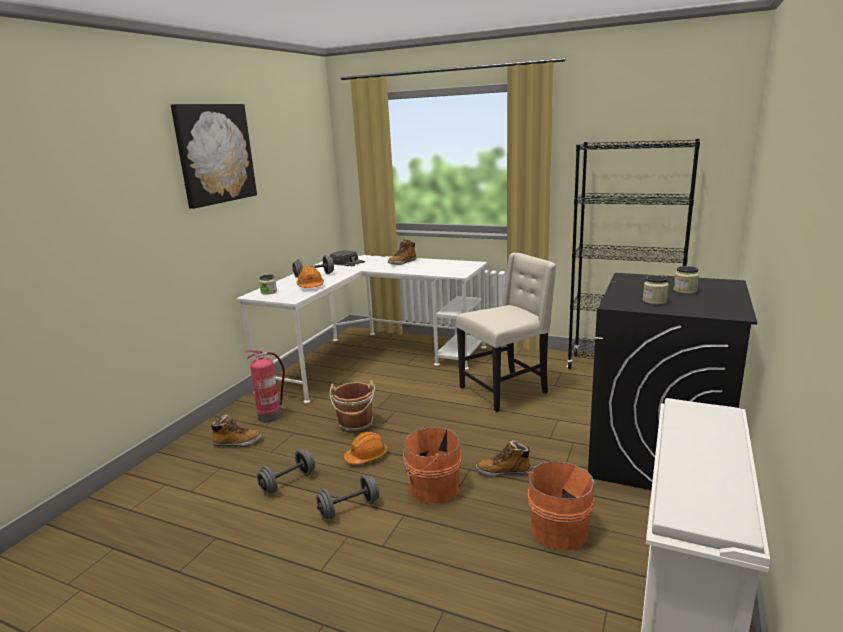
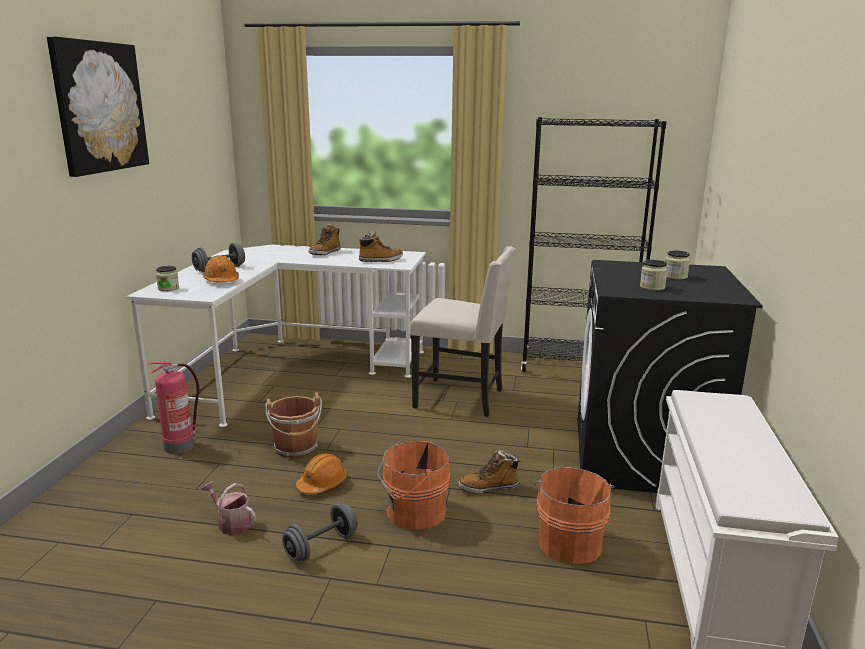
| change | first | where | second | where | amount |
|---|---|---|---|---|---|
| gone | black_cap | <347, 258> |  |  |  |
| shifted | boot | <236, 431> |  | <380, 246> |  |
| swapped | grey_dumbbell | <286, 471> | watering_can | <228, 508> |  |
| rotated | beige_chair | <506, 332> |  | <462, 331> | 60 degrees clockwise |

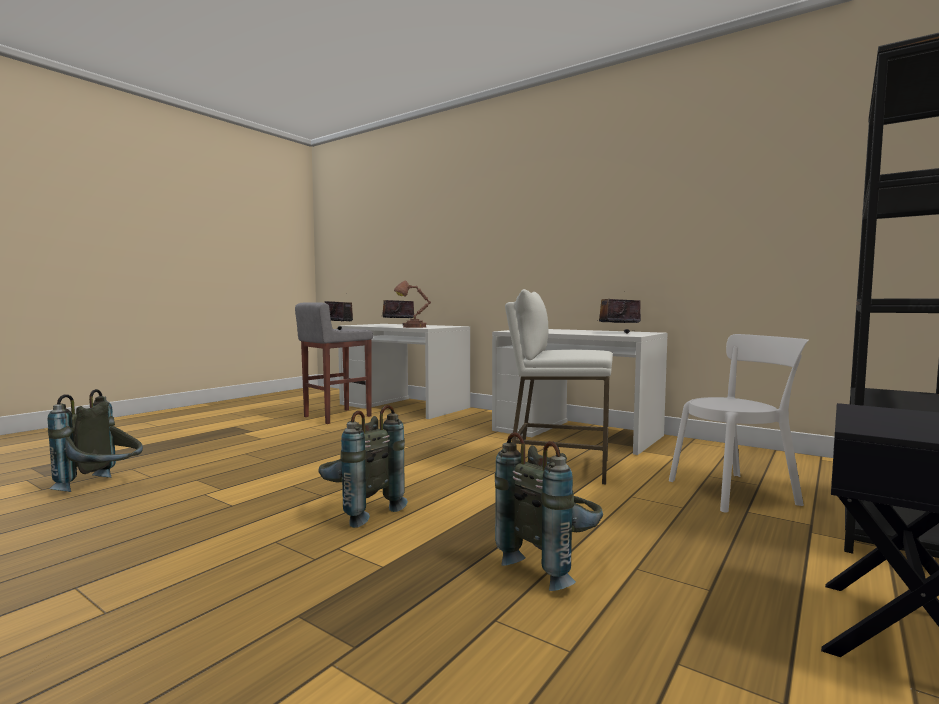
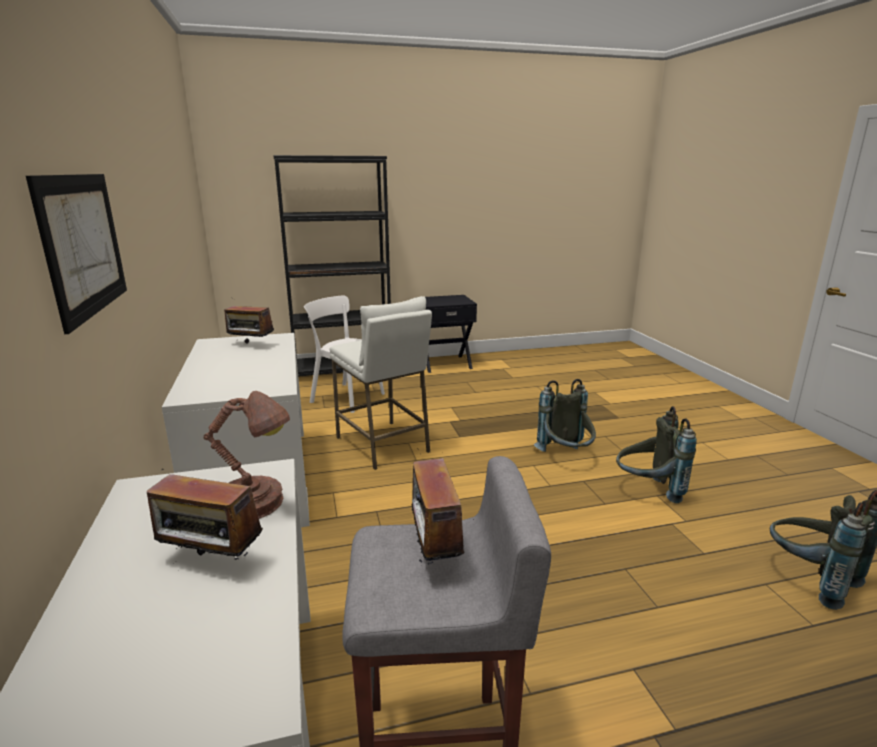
| change | first | where | second | where | amount |
|---|---|---|---|---|---|
| new |  |  | picture | <76, 254> |  |
| shifted | grey_backpack | <549, 511> |  | <656, 454> |  |

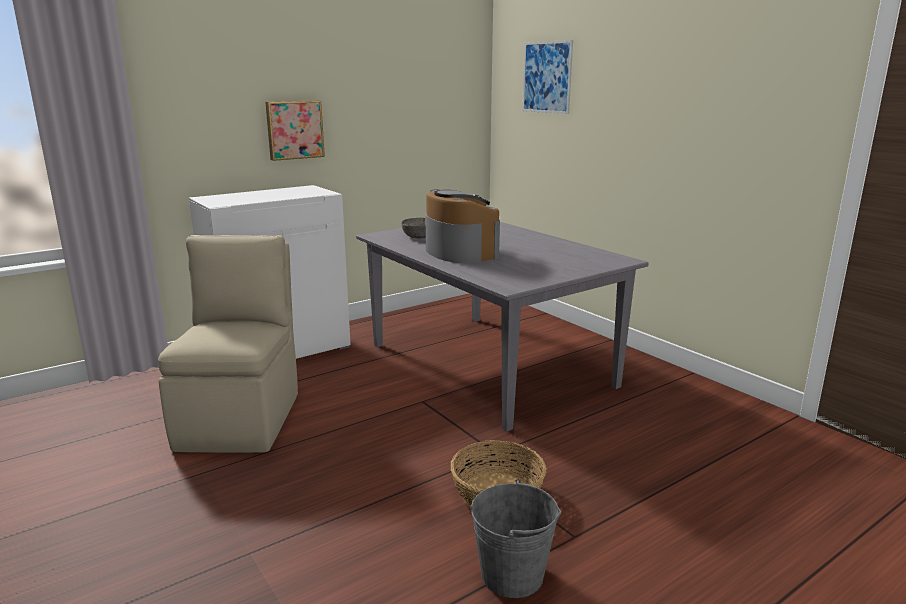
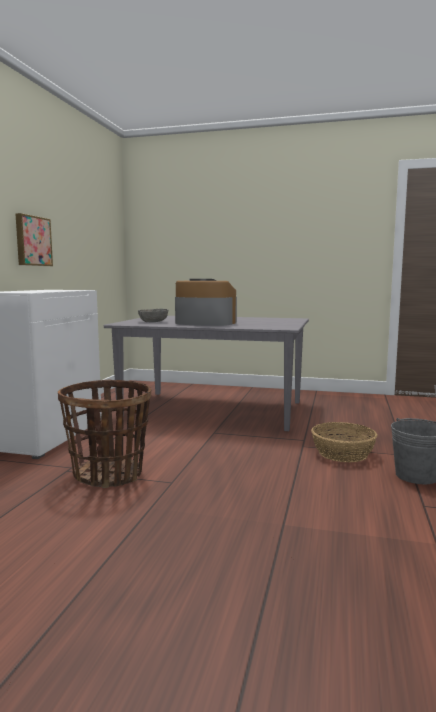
| change | first | where | second | where | amount |
|---|---|---|---|---|---|
| gone | picture | <547, 77> |  |  |  |
| swapped | beige_chair | <228, 344> | basket | <104, 433> |  |

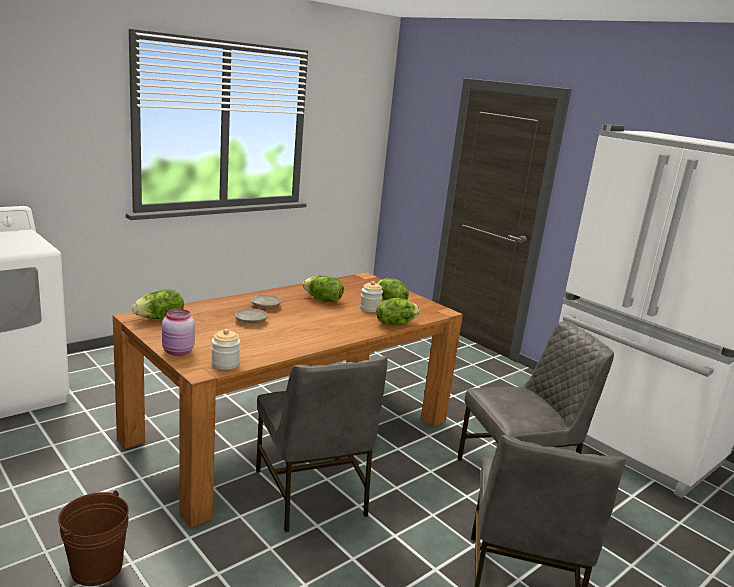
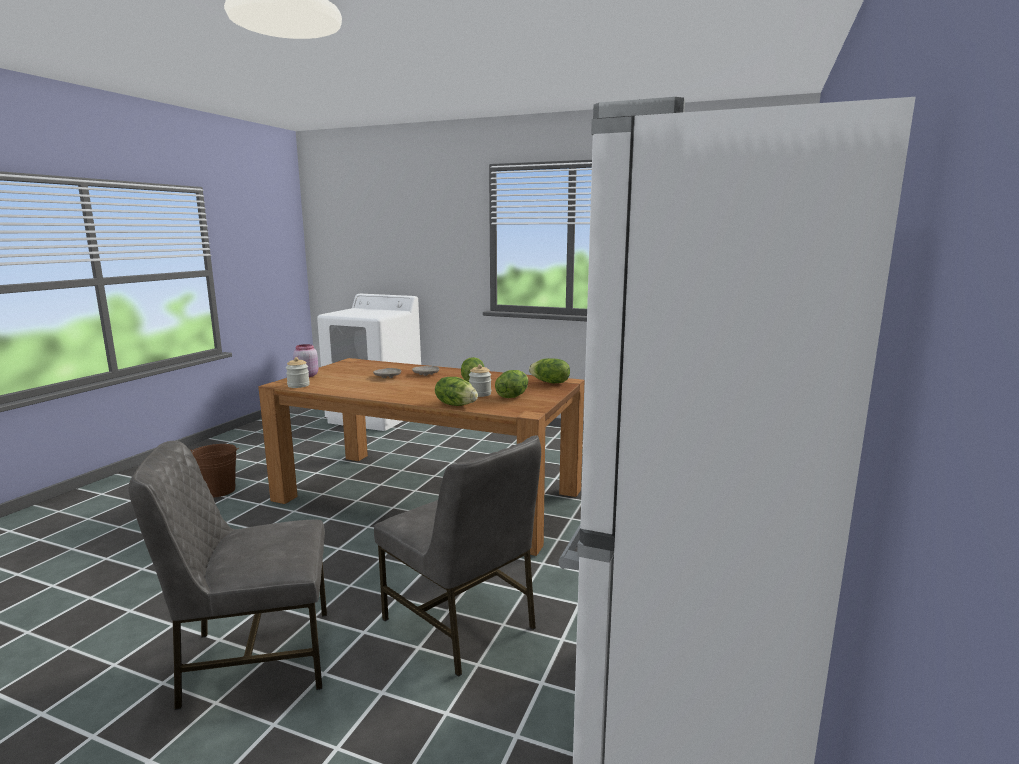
| change | first | where | second | where | amount |
|---|---|---|---|---|---|
| gone | grey_chair | <322, 444> |  |  |  |
| shifted | lettuce | <158, 304> |  | <549, 370> |  |

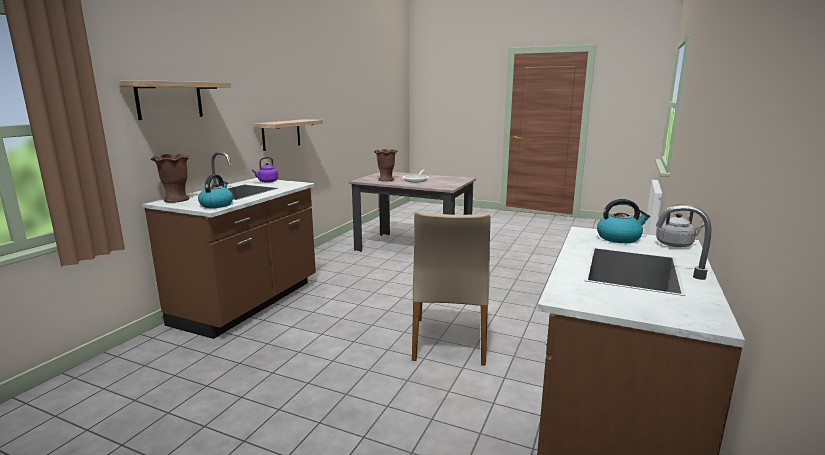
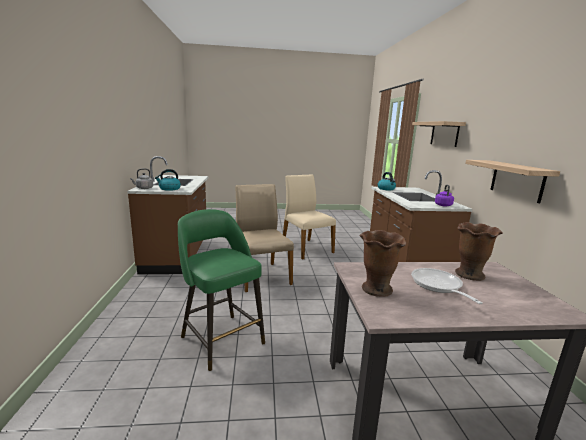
| change | first | where | second | where | amount |
|---|---|---|---|---|---|
| new |  |  | green_stool | <221, 290> |  |
| new |  |  | beige_chair | <309, 217> |  |
| shifted | brown_vase | <170, 178> |  | <382, 263> |  |

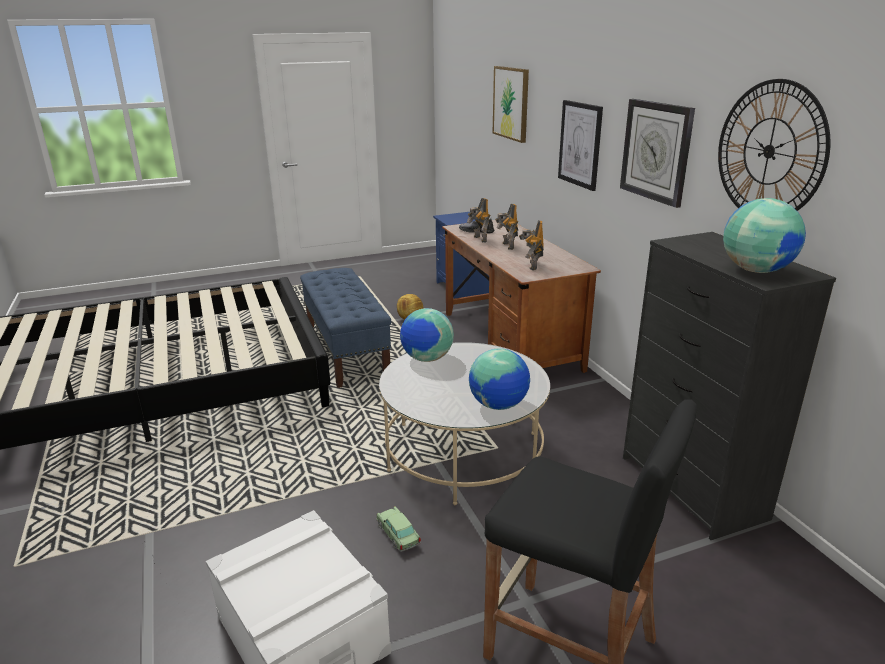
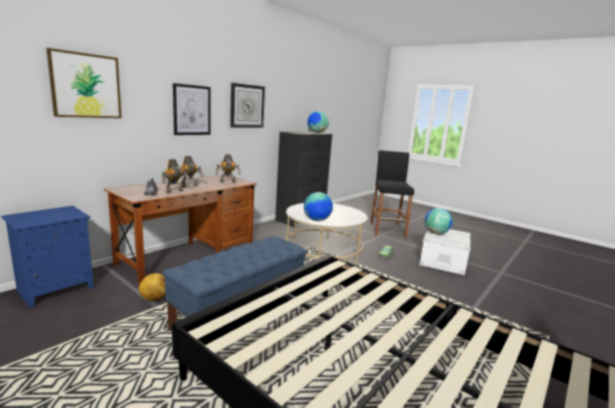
| change | first | where | second | where | amount |
|---|---|---|---|---|---|
| gone | wall_clock | <774, 145> |  |  |  |
| shifted | globe | <499, 379> |  | <439, 221> |  |

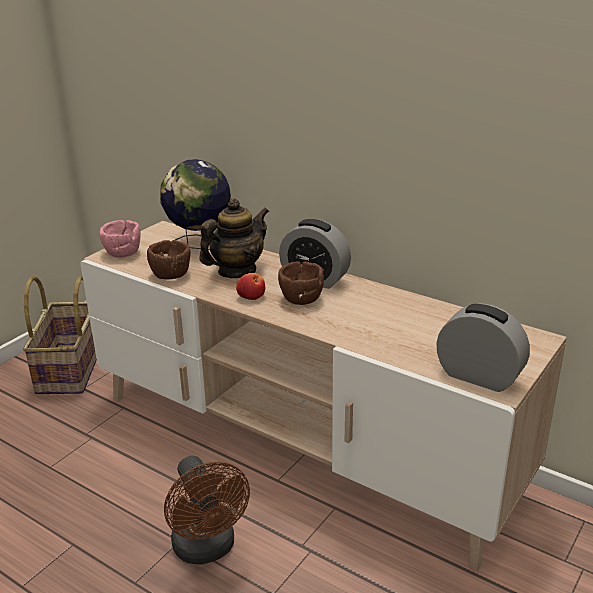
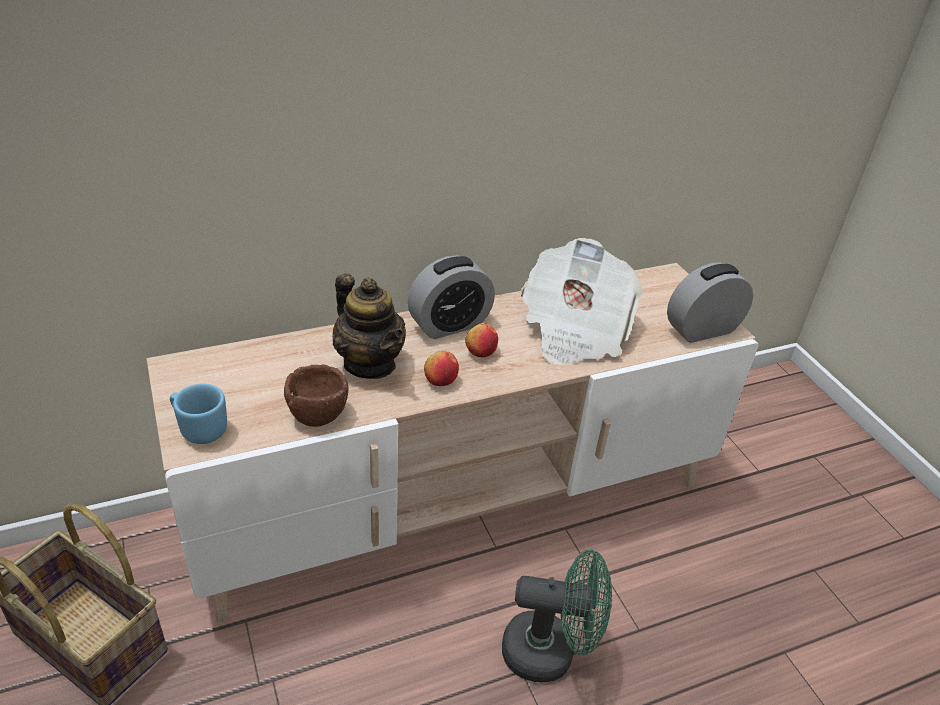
| change | first | where | second | where | amount |
|---|---|---|---|---|---|
| gone | globe | <195, 204> |  |  |  |
| new |  |  | newspaper | <582, 301> |  |
| swapped | pink_bowl | <120, 239> | blue_mug | <198, 414> |  |
| swapped | brown_bowl | <301, 283> | apple | <481, 340> |  |
| repainted | brown_fan | <207, 510> | green_fan | <557, 616> |  |
| rotated | teapot | <234, 238> |  | <369, 326> | 150 degrees clockwise |

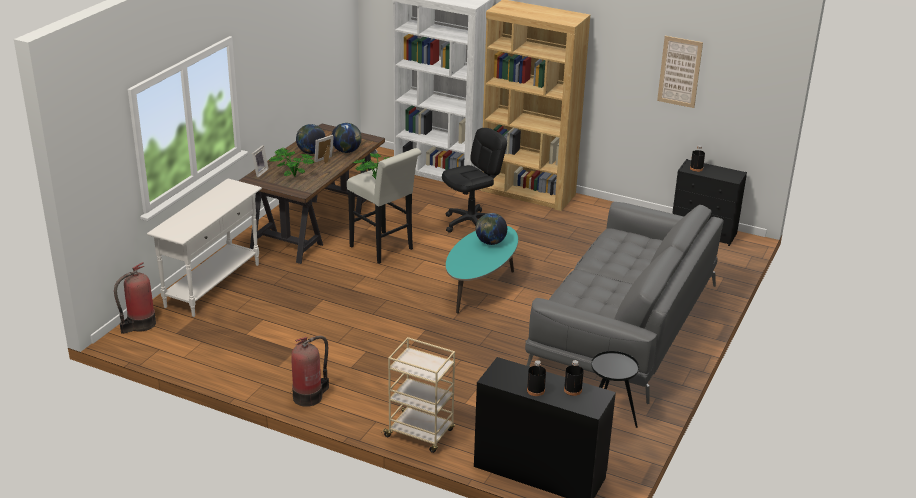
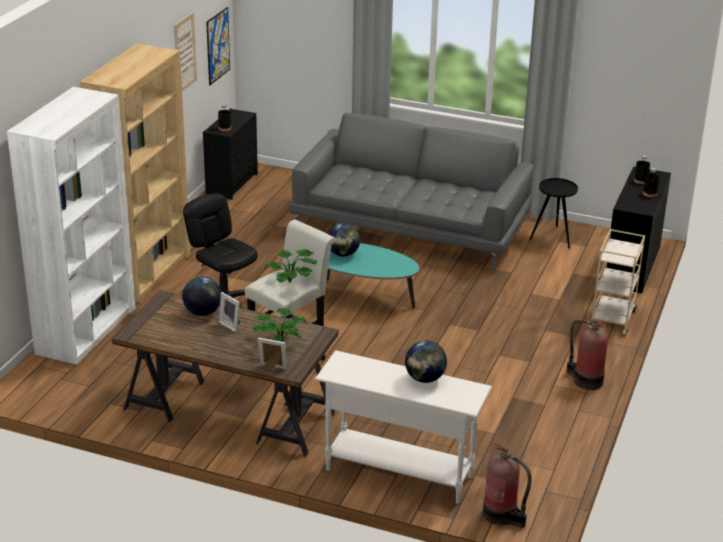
| change | first | where | second | where | amount |
|---|---|---|---|---|---|
| new |  |  | picture | <218, 46> |  |
| shifted | globe | <310, 139> |  | <426, 361> |  |

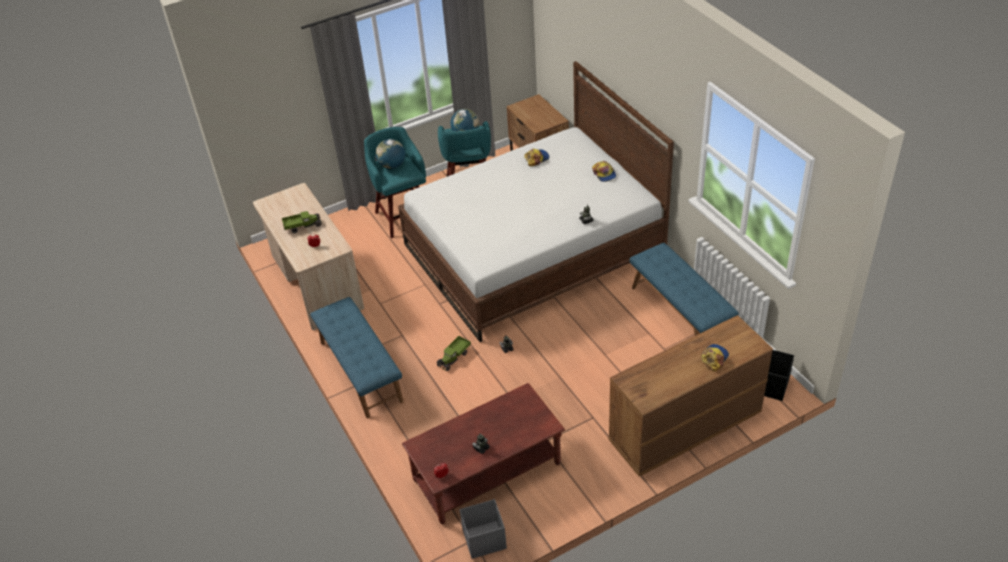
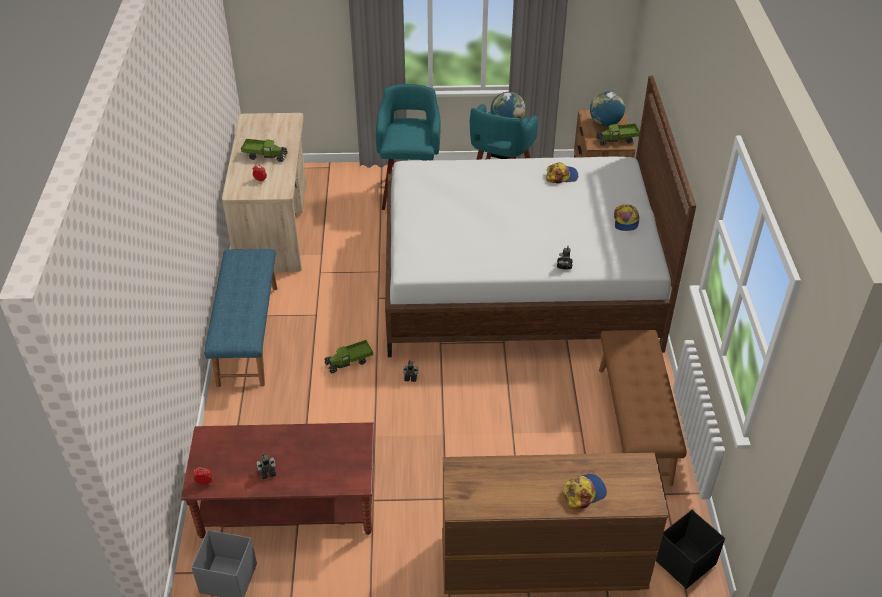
| change | first | where | second | where | amount |
|---|---|---|---|---|---|
| new |  |  | toy_truck | <618, 134> |  |
| shifted | globe | <390, 154> |  | <607, 108> |  |
| repainted | blue_bench | <684, 289> | brown_bench | <643, 408> |  |

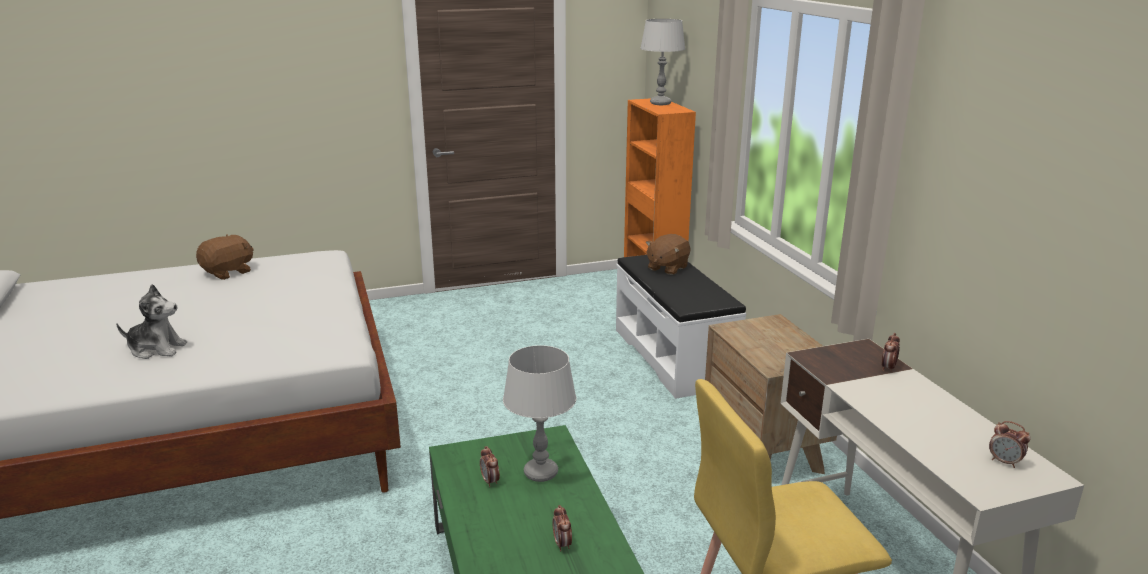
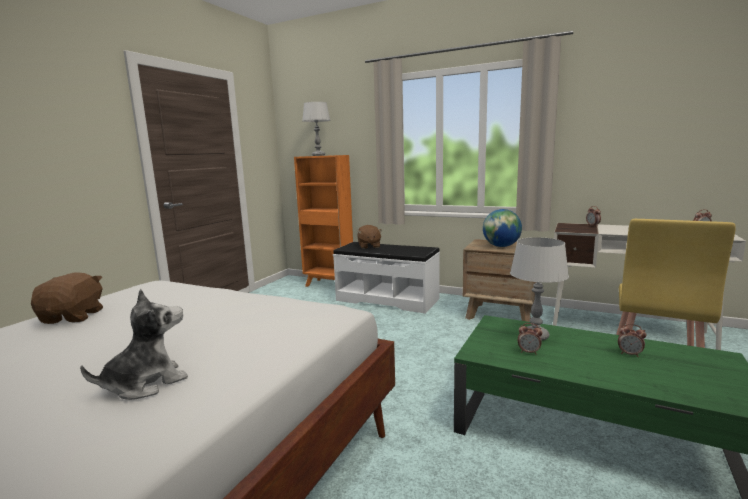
| change | first | where | second | where | amount |
|---|---|---|---|---|---|
| new |  |  | globe | <502, 228> |  |

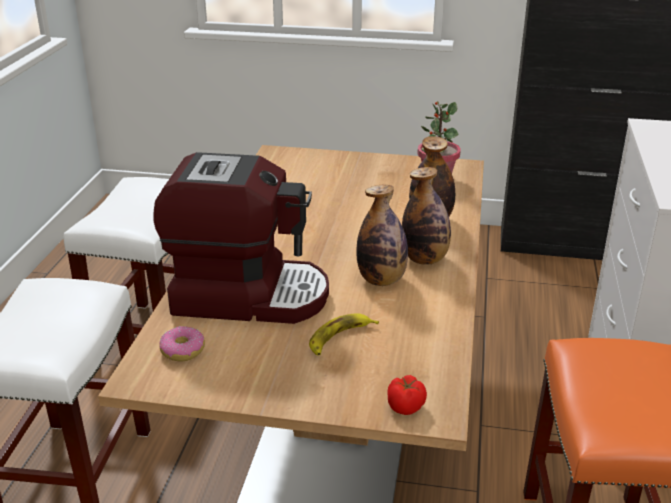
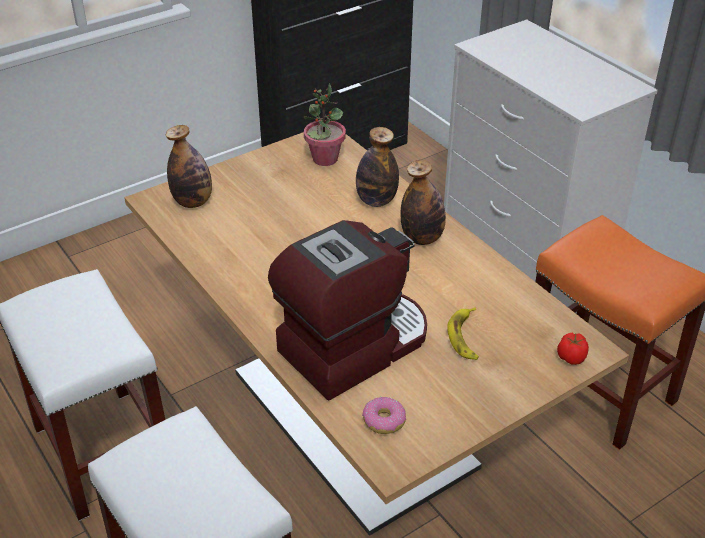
| change | first | where | second | where | amount |
|---|---|---|---|---|---|
| shifted | bottle | <382, 235> |  | <188, 166> |  |

